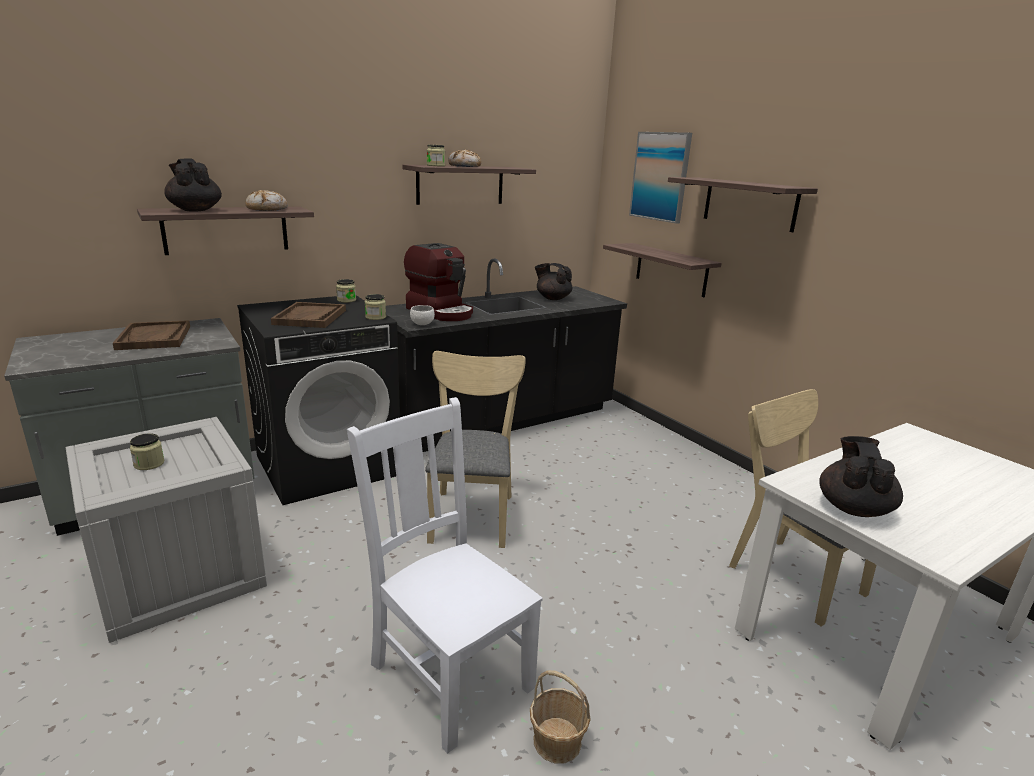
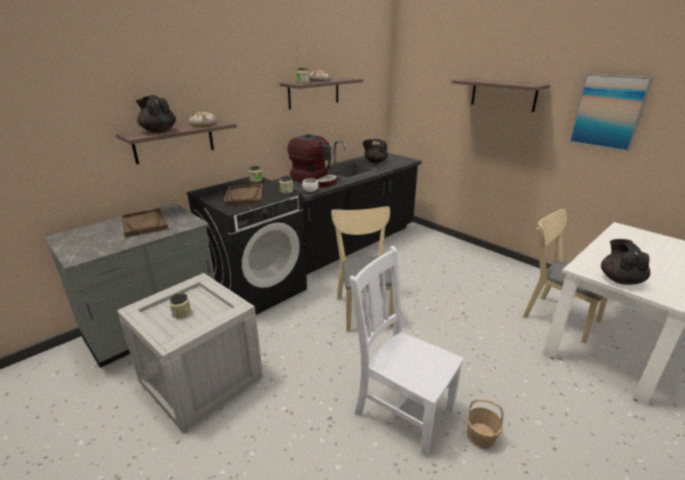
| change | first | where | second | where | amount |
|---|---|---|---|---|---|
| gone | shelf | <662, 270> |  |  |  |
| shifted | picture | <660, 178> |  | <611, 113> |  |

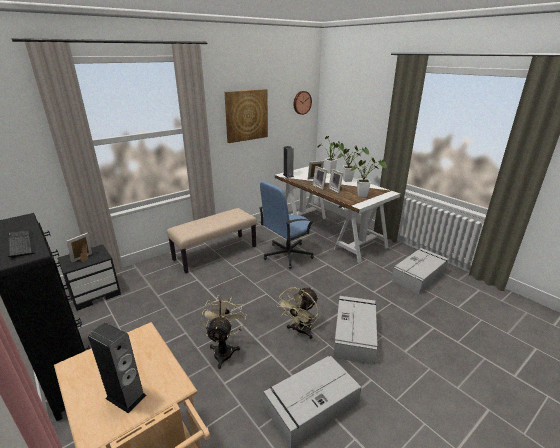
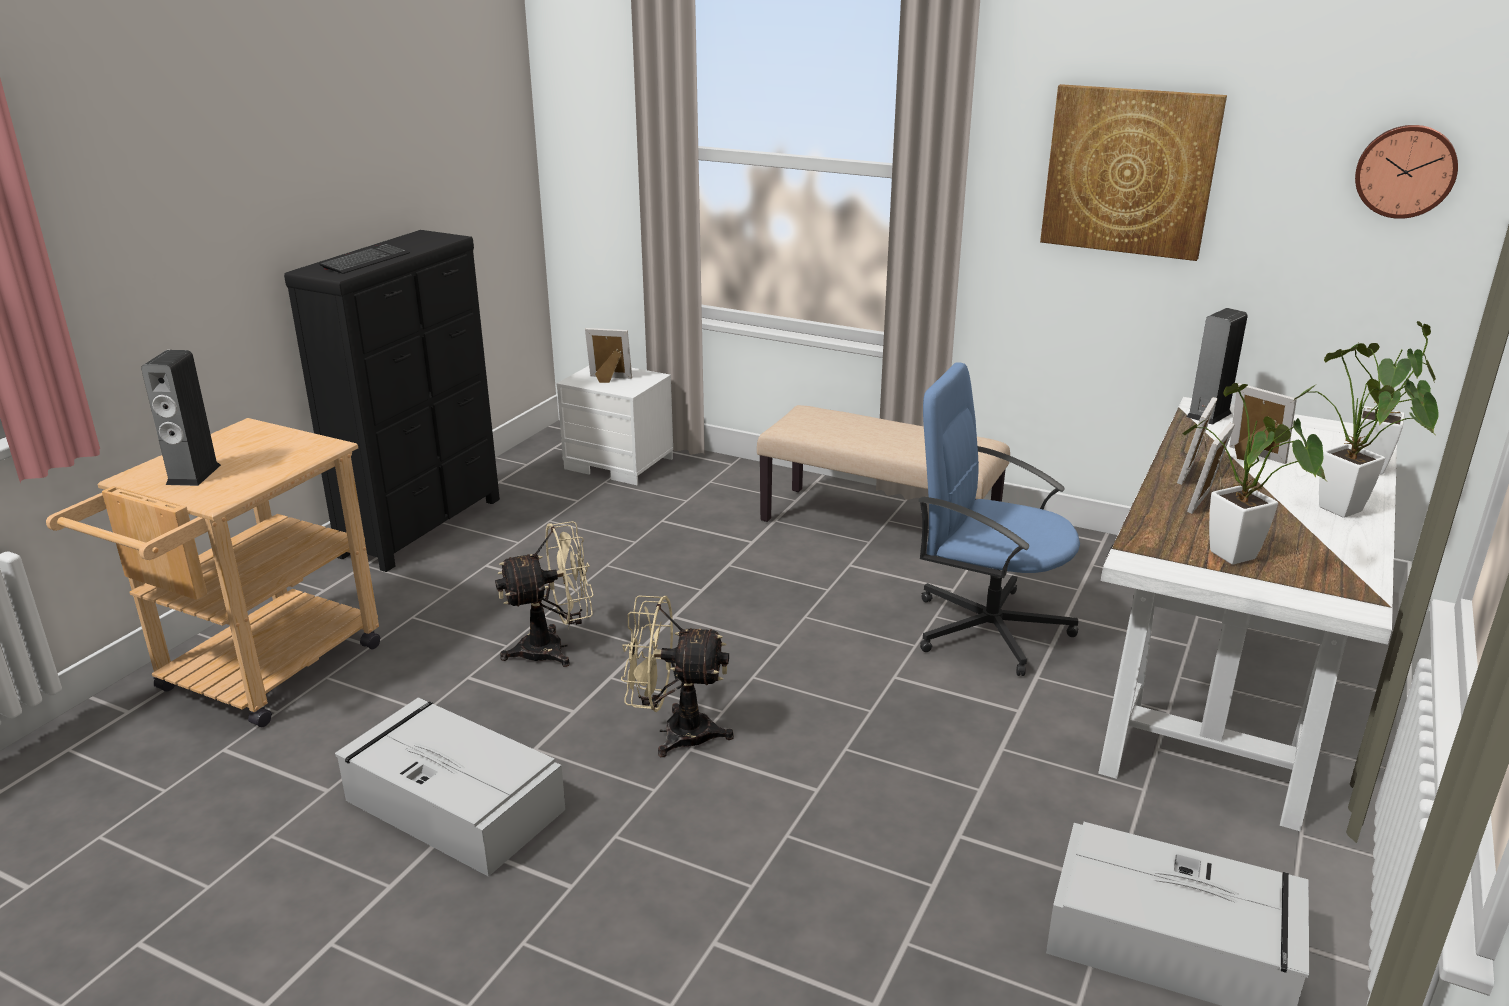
| change | first | where | second | where | amount |
|---|---|---|---|---|---|
| gone | grey_storage_box | <355, 330> |  |  |  |
| repainted | black_nightstand | <89, 278> | white_nightstand | <614, 425> |  |

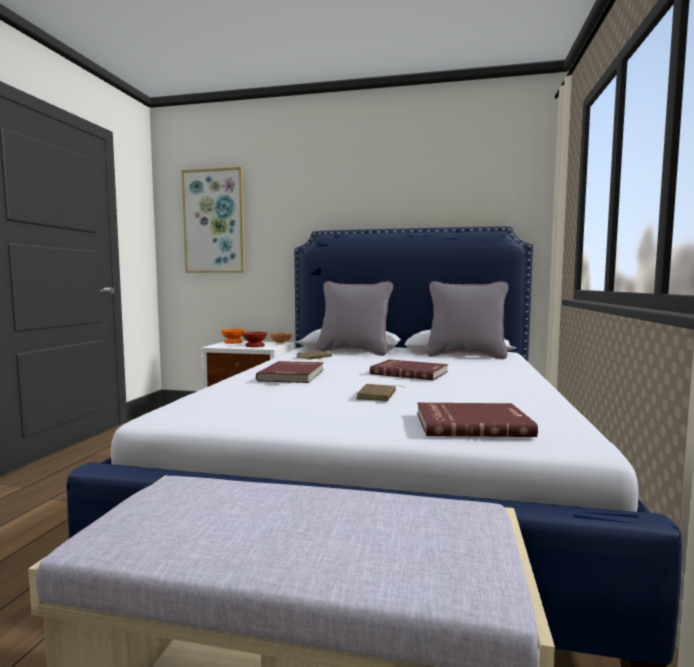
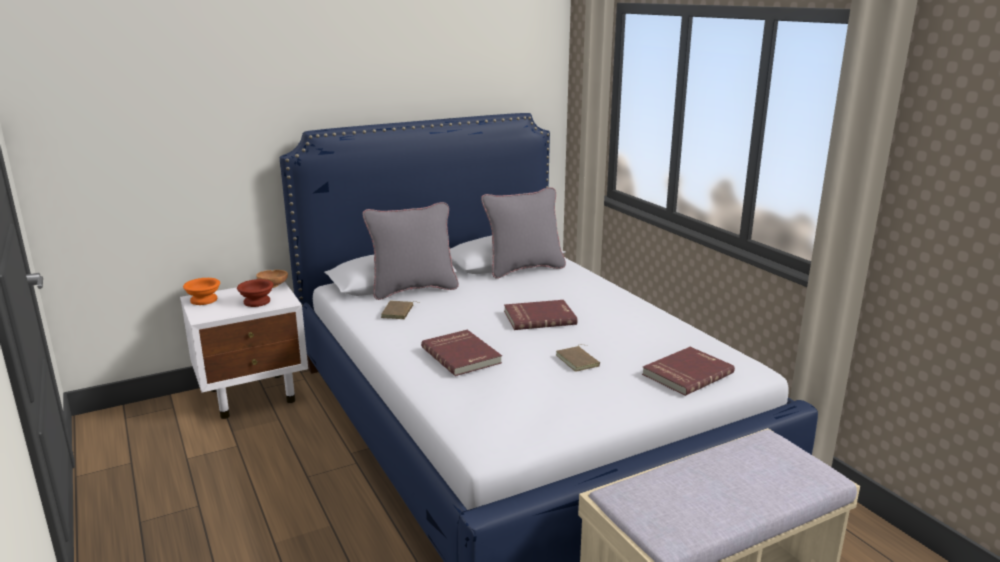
| change | first | where | second | where | amount |
|---|---|---|---|---|---|
| gone | picture | <213, 220> |  |  |  |

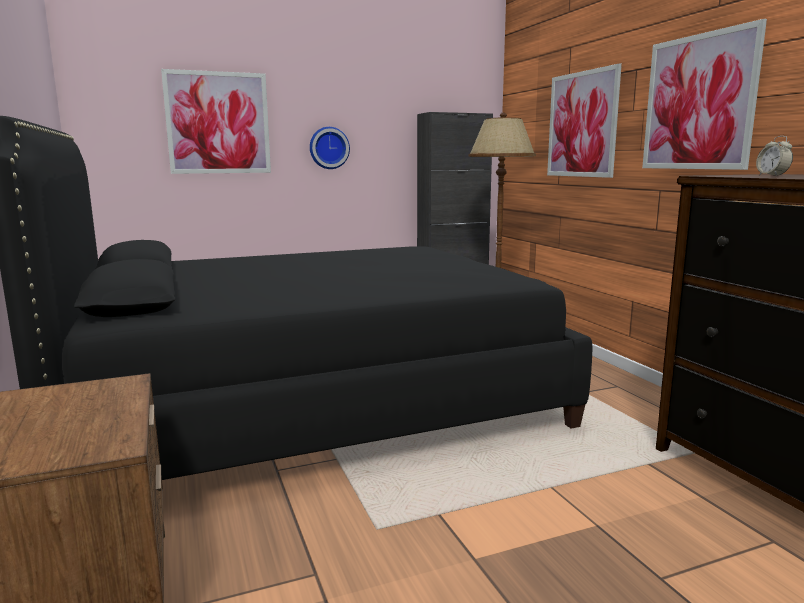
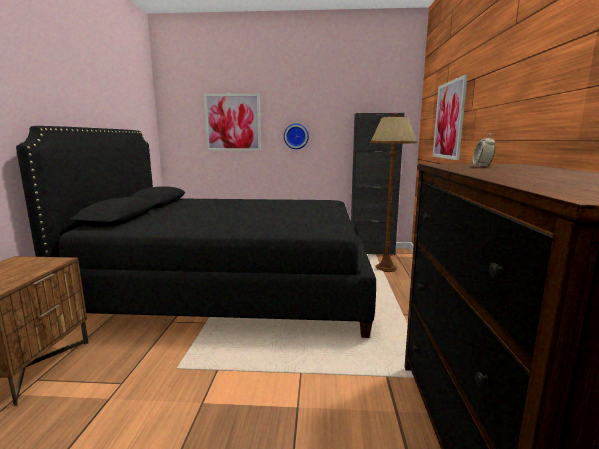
| change | first | where | second | where | amount |
|---|---|---|---|---|---|
| gone | picture | <704, 94> |  |  |  |

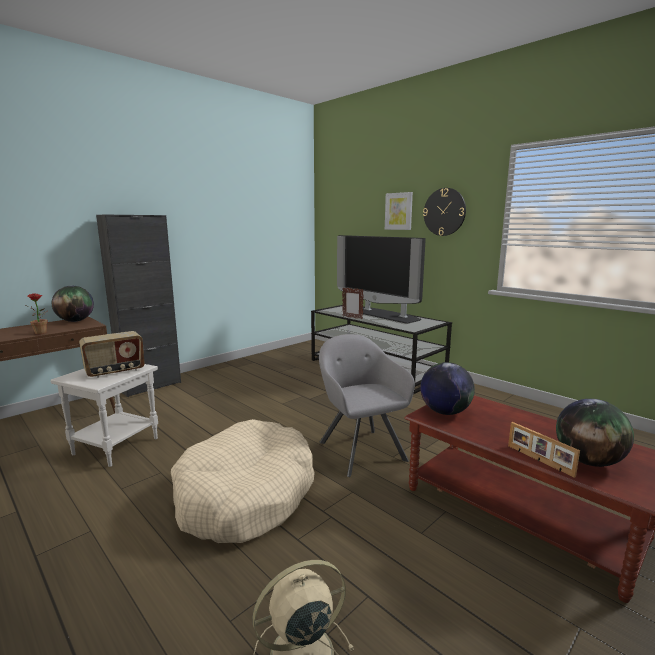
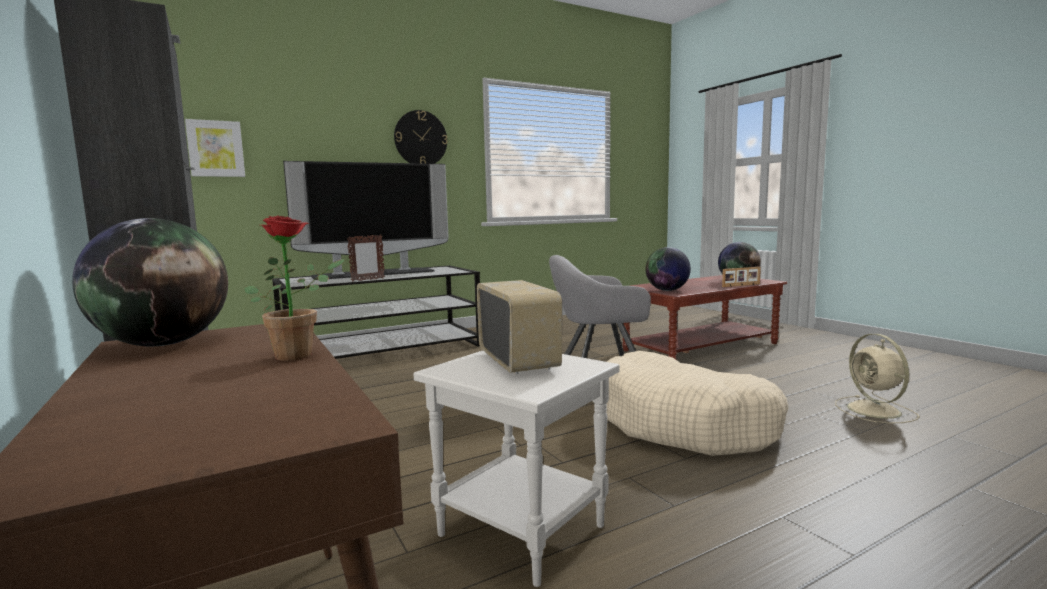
| change | first | where | second | where | amount |
|---|---|---|---|---|---|
| shifted | picture | <399, 211> |  | <215, 148> |  |

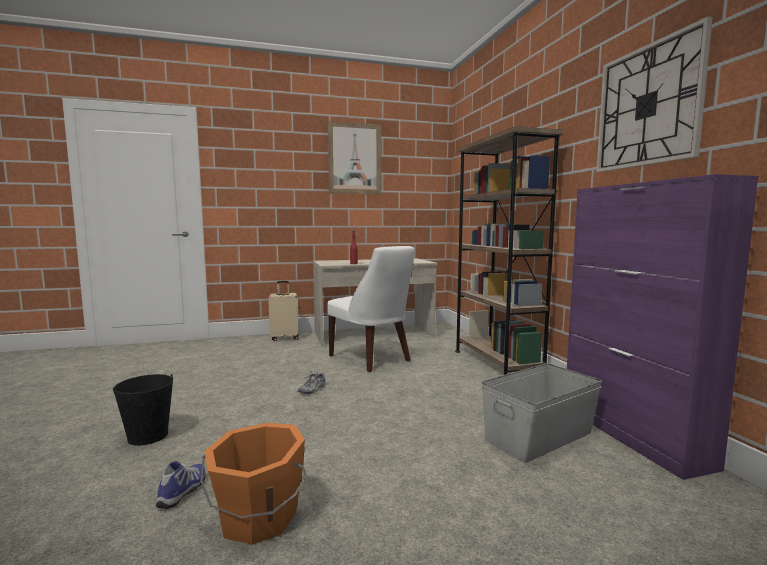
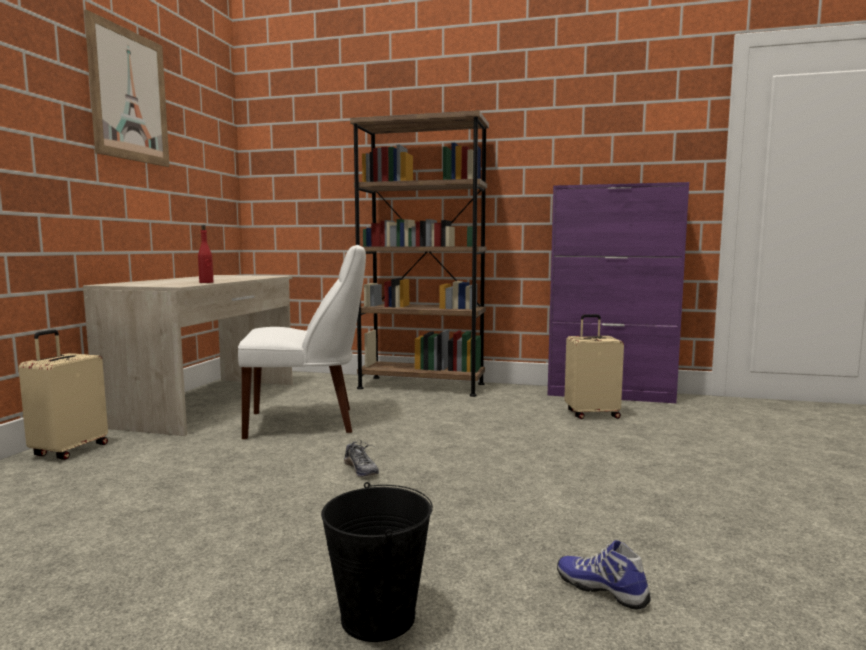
| change | first | where | second | where | amount |
|---|---|---|---|---|---|
| gone | orange_bucket | <253, 484> |  |  |  |
| gone | wall_clock | <654, 94> |  |  |  |
| swapped | grey_storage_box | <541, 413> | beige_suitcase | <594, 366> |  |

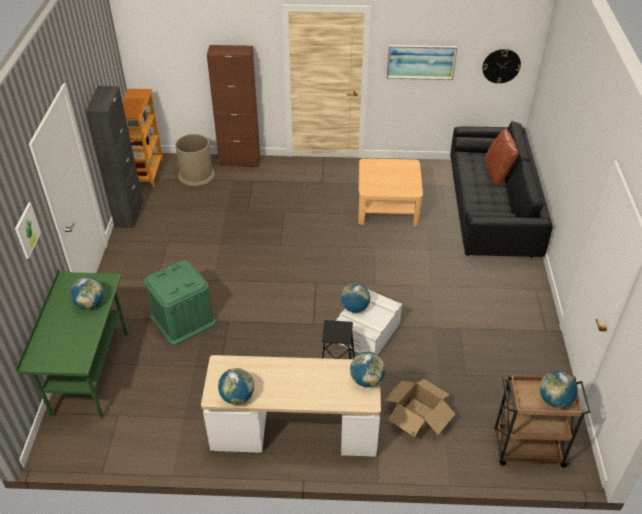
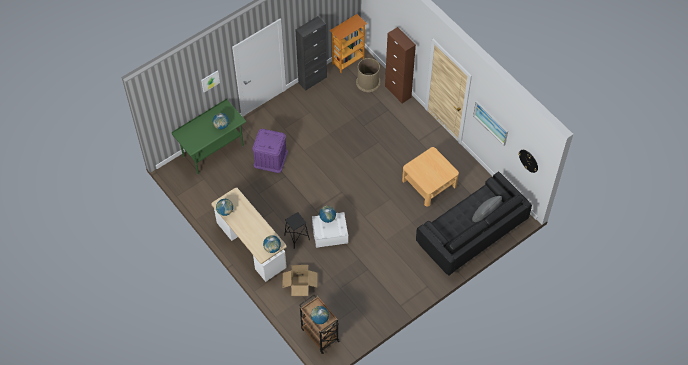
| change | first | where | second | where | amount |
|---|---|---|---|---|---|
| repainted | green_storage_box | <180, 302> | purple_storage_box | <270, 151> |  |
| repainted | brown_pillow | <502, 157> | grey_pillow | <487, 209> |  |

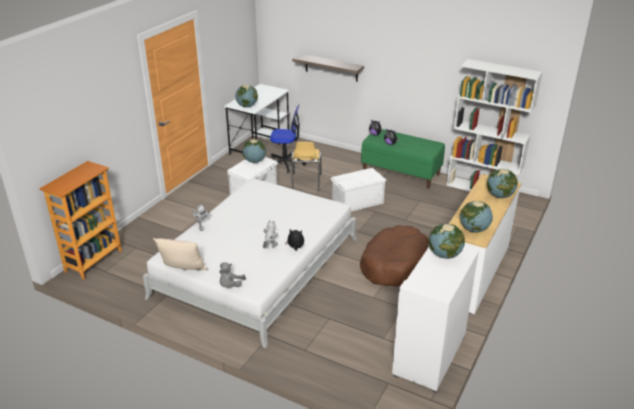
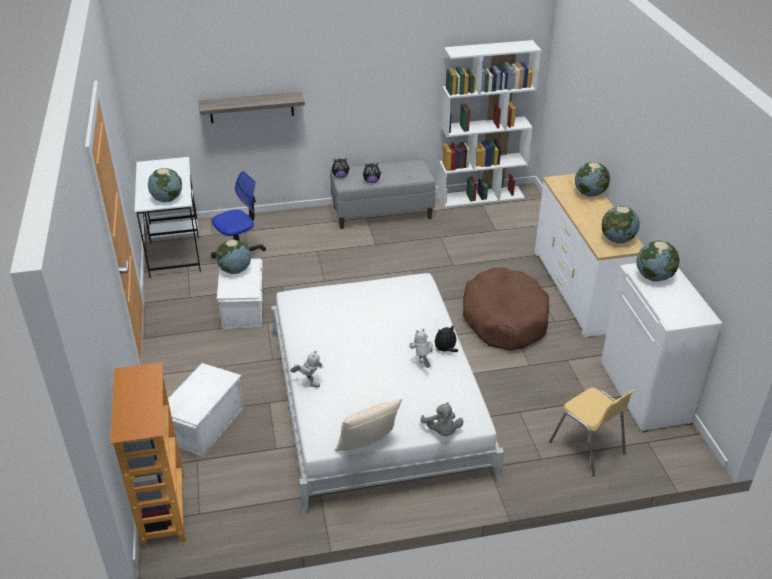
| change | first | where | second | where | amount |
|---|---|---|---|---|---|
| shifted | yellow_chair | <306, 166> |  | <591, 432> |  |
| shifted | white_storage_box | <358, 190> |  | <206, 410> |  |
| repainted | green_bench | <403, 158> | grey_bench | <383, 194> |  |

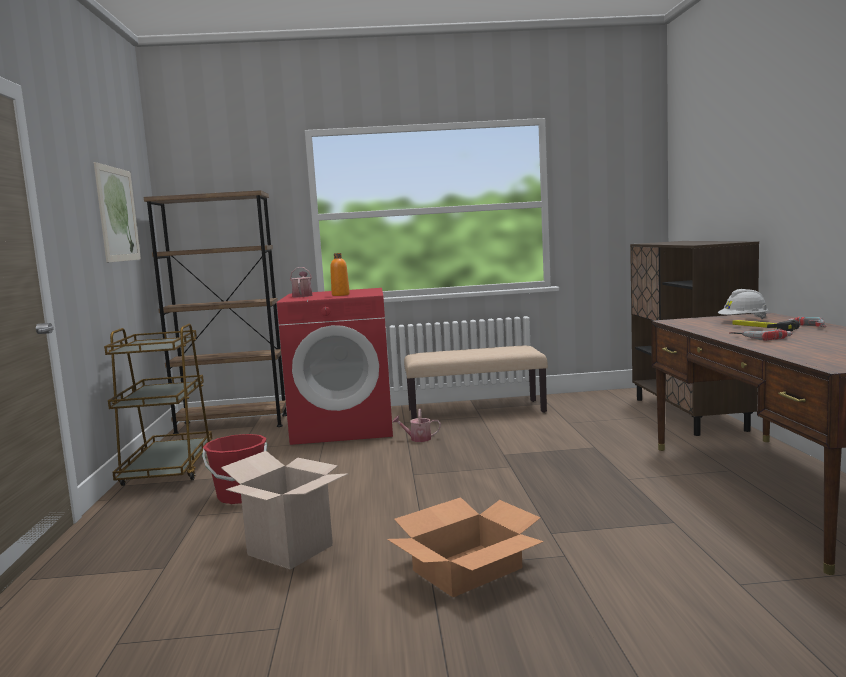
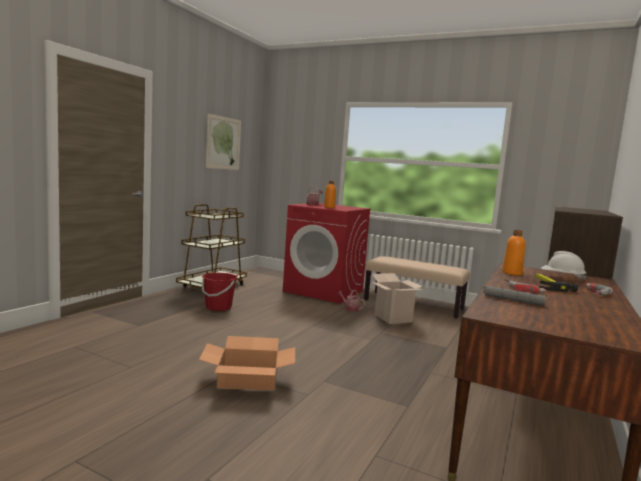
| change | first | where | second | where | amount |
|---|---|---|---|---|---|
| gone | brown_bookcase | <215, 312> |  |  |  |
| new |  |  | grey_flashlight | <514, 296> |  |
| new |  |  | orange_bottle | <514, 252> |  |
| shifted | cardboard_box | <284, 510> |  | <398, 298> |  |

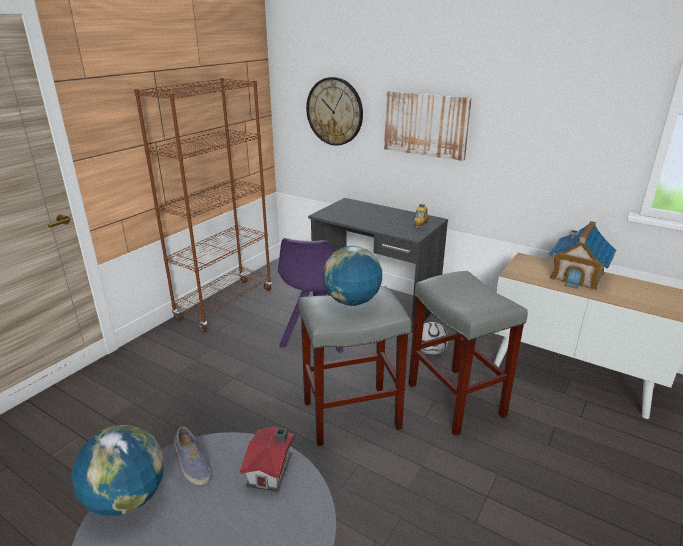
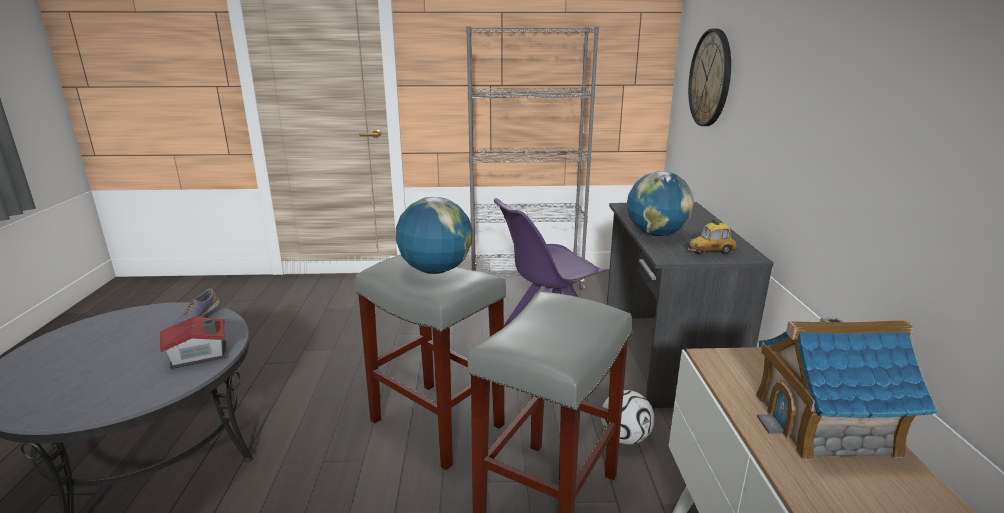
| change | first | where | second | where | amount |
|---|---|---|---|---|---|
| gone | picture | <428, 126> |  |  |  |
| shifted | globe | <117, 470> |  | <660, 203> |  |
| repainted | brown_bookcase | <203, 205> | grey_bookcase | <532, 158> |  |

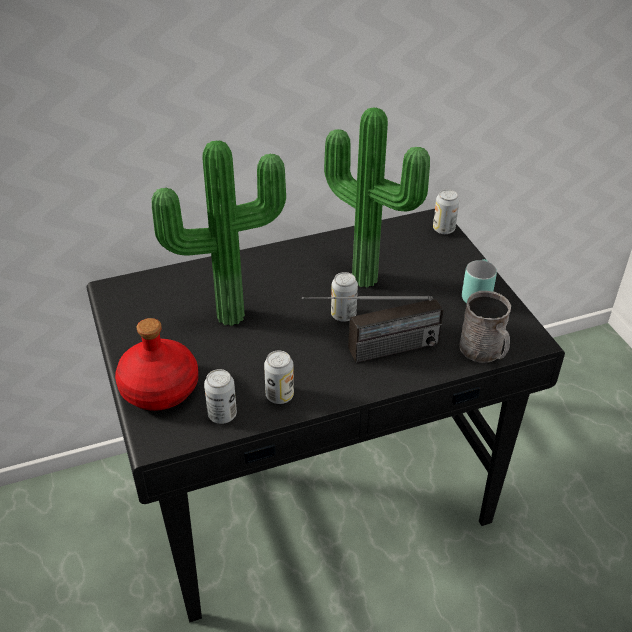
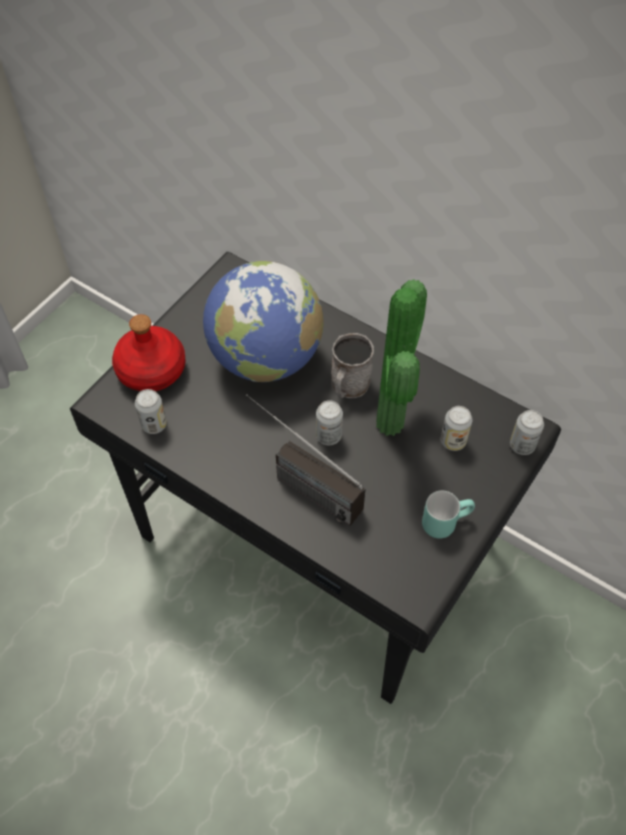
| change | first | where | second | where | amount |
|---|---|---|---|---|---|
| shifted | can | <279, 377> |  | <456, 428> |  |
| shifted | grey_mug | <485, 327> |  | <352, 365> |  |
| swapped | potted_plant | <219, 233> | globe | <263, 321> |  |

